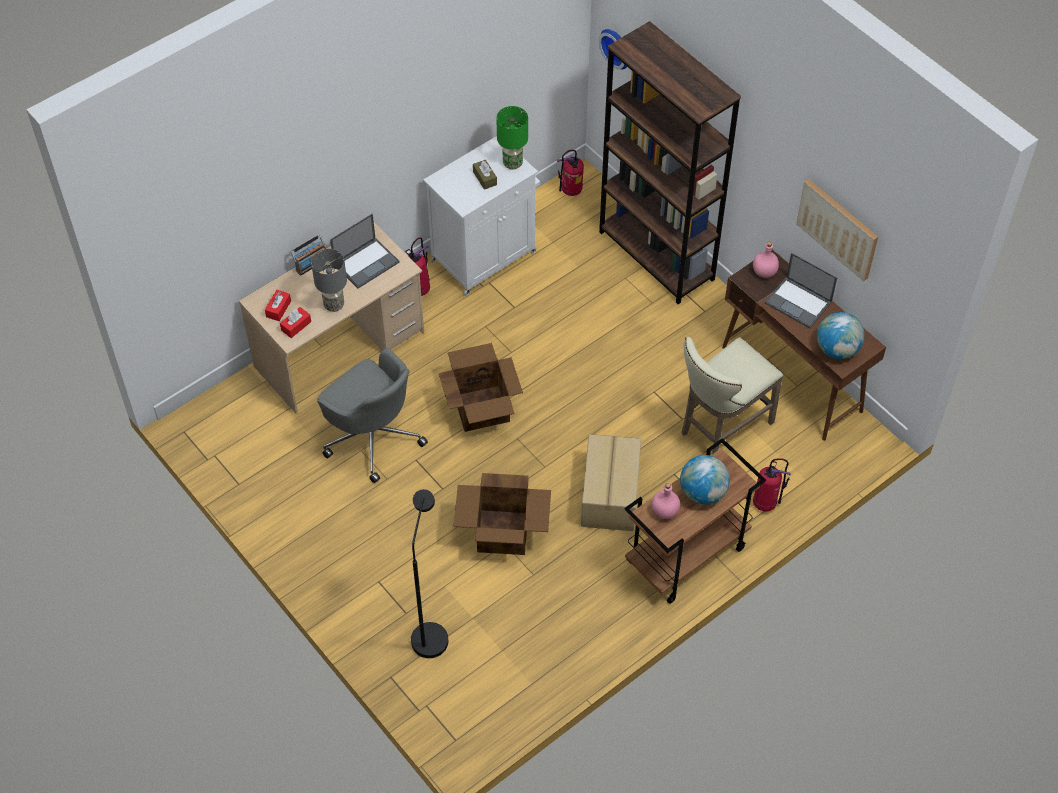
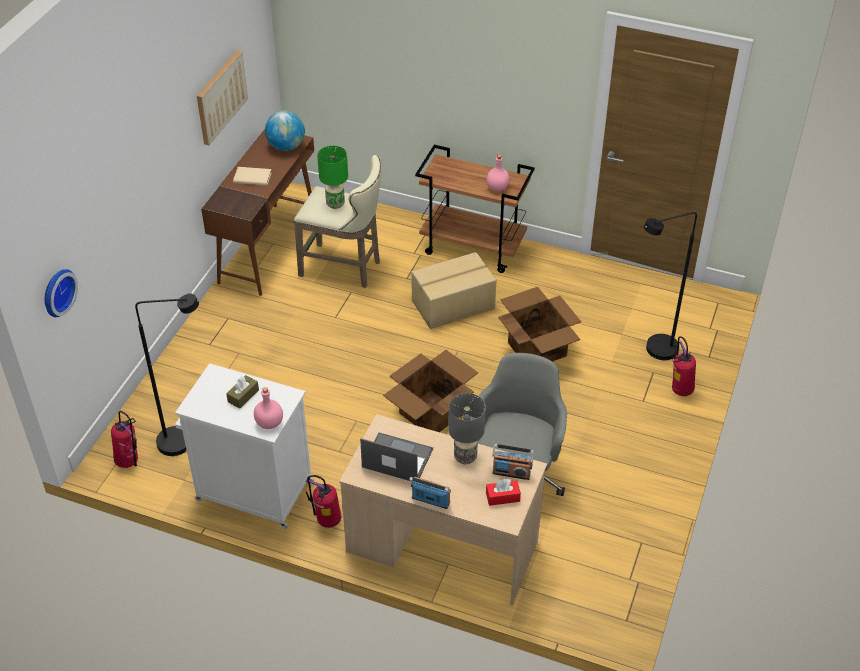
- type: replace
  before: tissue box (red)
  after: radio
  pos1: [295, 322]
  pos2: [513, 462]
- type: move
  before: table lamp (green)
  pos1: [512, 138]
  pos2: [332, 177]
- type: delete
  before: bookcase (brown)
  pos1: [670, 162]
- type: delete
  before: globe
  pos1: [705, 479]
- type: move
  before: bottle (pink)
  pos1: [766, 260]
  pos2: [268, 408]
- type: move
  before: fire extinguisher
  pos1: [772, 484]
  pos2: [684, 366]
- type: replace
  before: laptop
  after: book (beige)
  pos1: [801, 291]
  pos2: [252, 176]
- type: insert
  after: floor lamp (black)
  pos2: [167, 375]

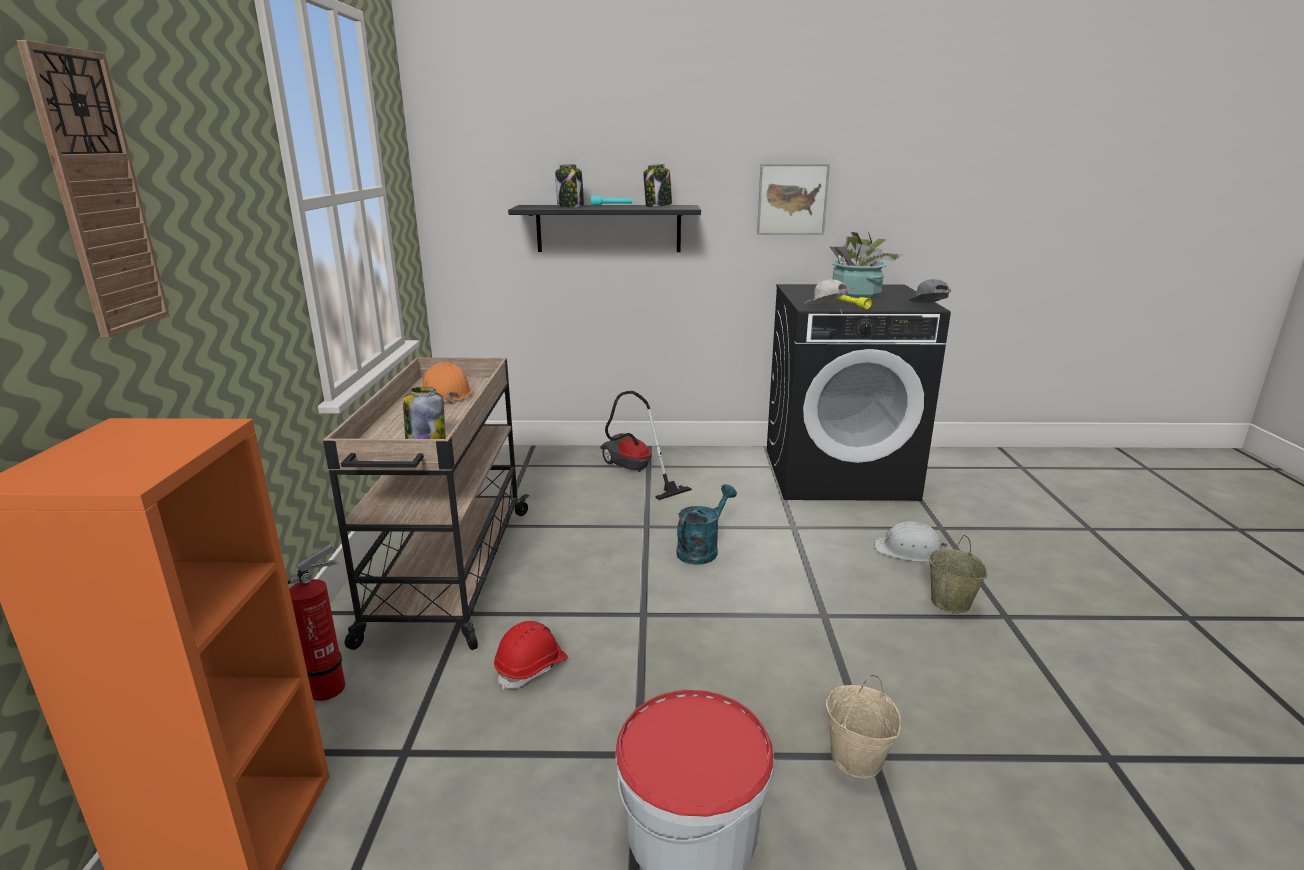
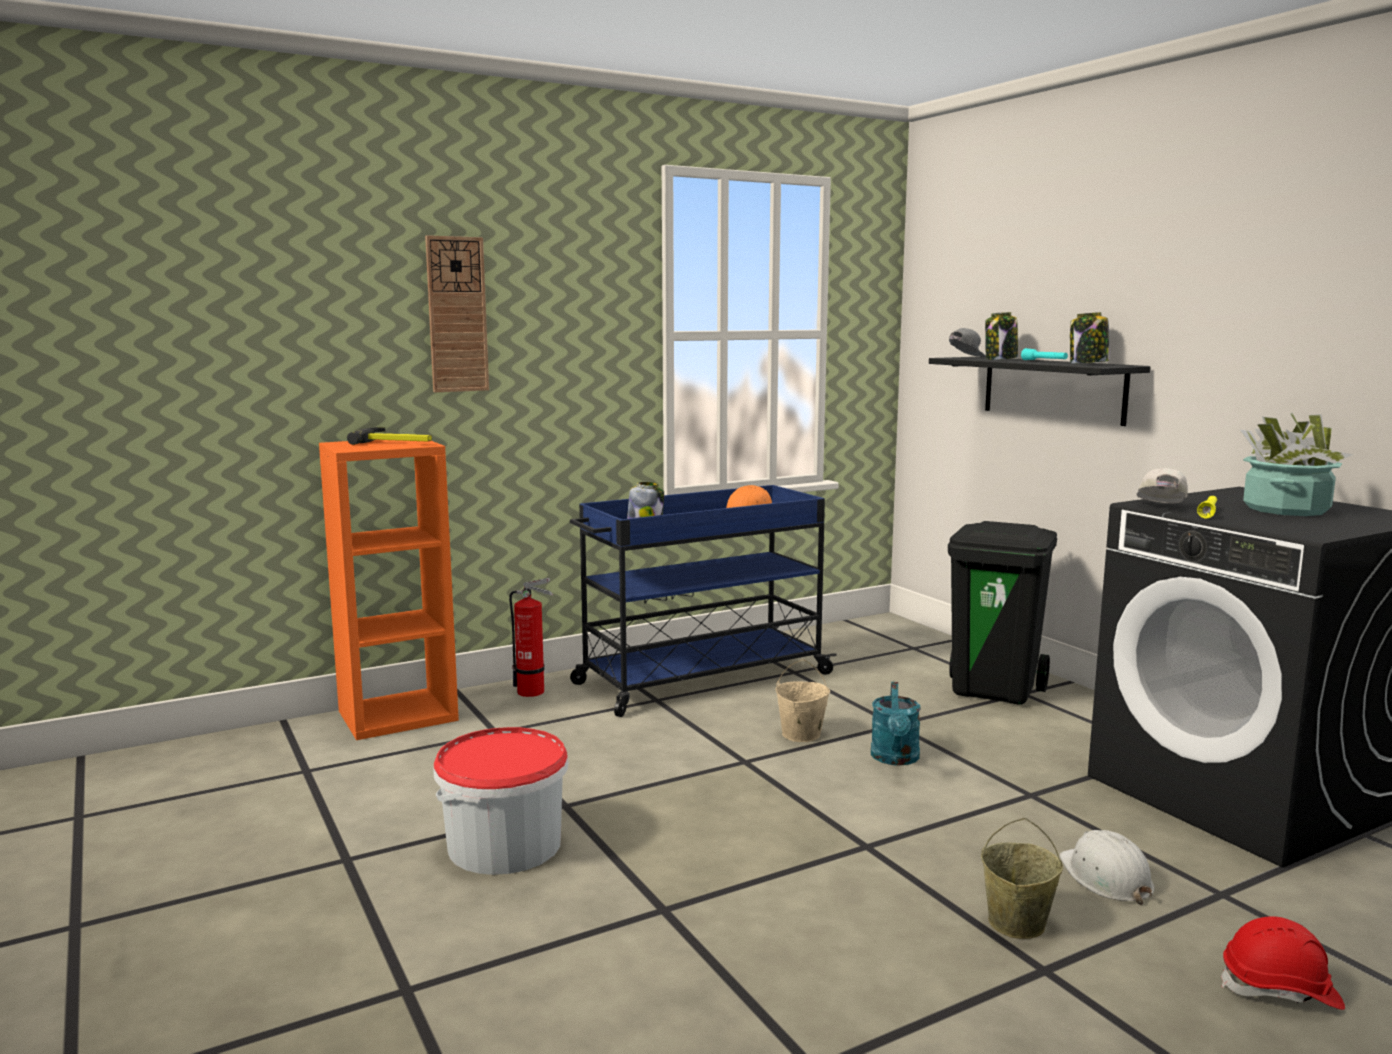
- type: recolor
  before: cart (beige)
  after: cart (blue)
  pos1: [426, 503]
  pos2: [703, 601]
- type: move
  before: hard hat (red)
  pos1: [531, 655]
  pos2: [1283, 963]
- type: replace
  before: vacuum cleaner
  after: trash can (black)
  pos1: [646, 445]
  pos2: [1002, 613]
- type: rotate
  before: watering can (turquoise)
  pos1: [706, 524]
  pos2: [896, 724]
  turn: 90
- type: delete
  before: picture
  pos1: [793, 199]
- type: move
  before: bucket (beige)
  pos1: [863, 726]
  pos2: [803, 700]
- type: move
  before: cap (grey)
  pos1: [930, 291]
  pos2: [967, 342]
- type: insert
  after: hammer
  pos2: [389, 436]

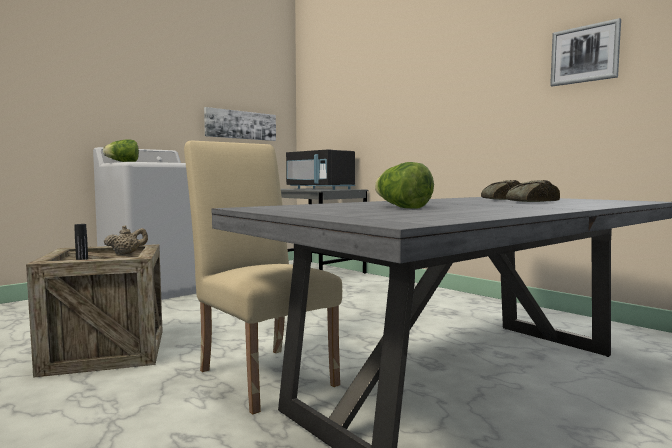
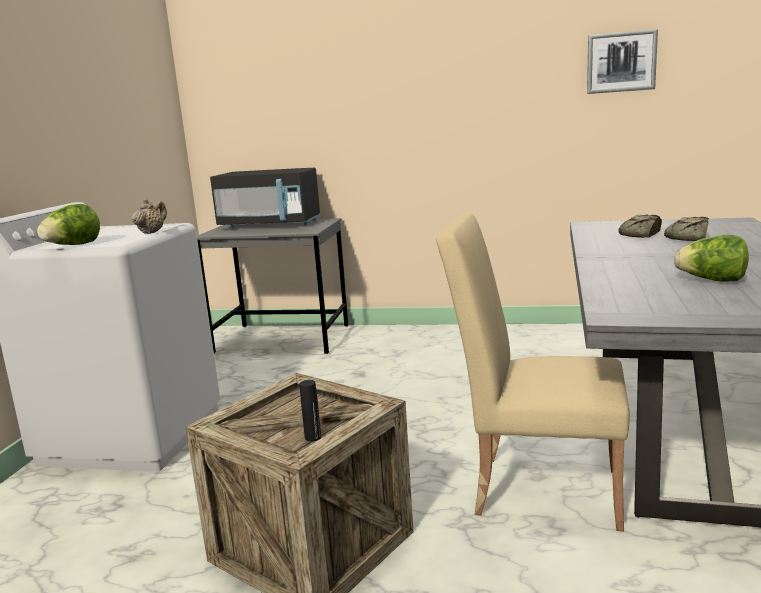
- type: move
  before: teapot (beige)
  pos1: [126, 240]
  pos2: [149, 216]
- type: delete
  before: picture
  pos1: [240, 124]

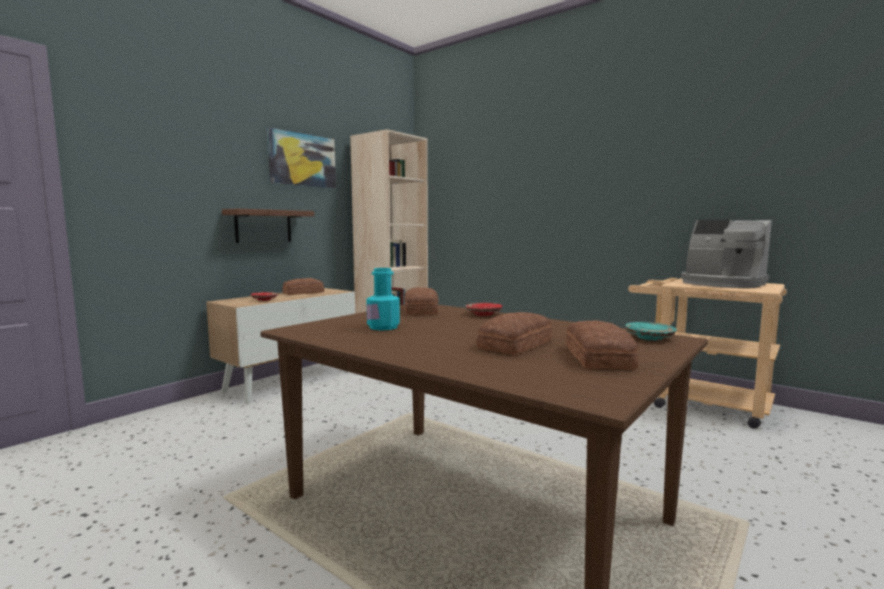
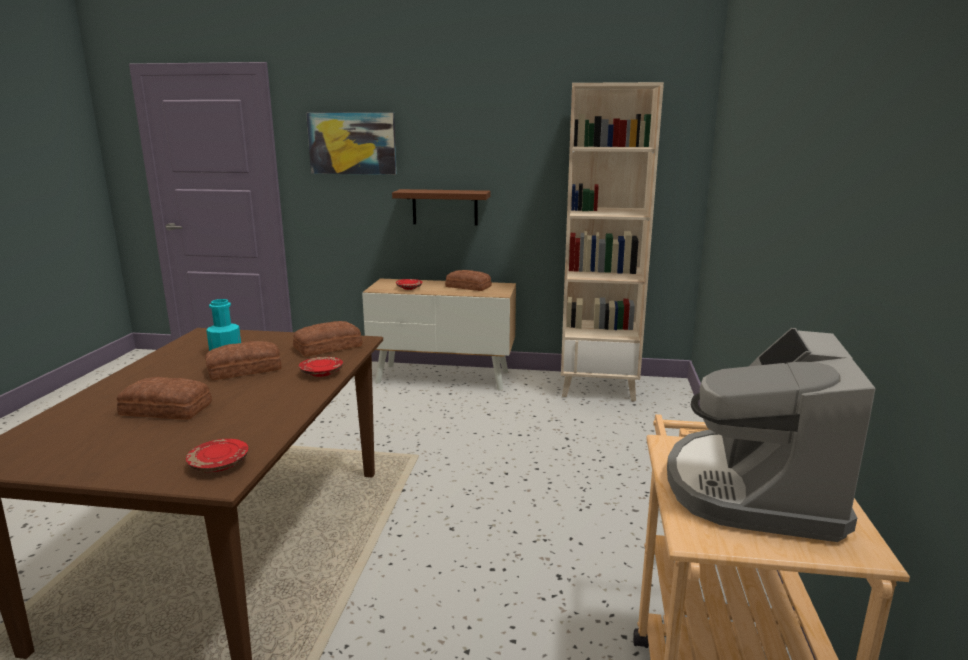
- type: move
  before: picture
  pos1: [301, 157]
  pos2: [351, 144]
- type: move
  before: bread
  pos1: [602, 345]
  pos2: [243, 360]
- type: recolor
  before: plate (turquoise)
  after: plate (red)
  pos1: [651, 331]
  pos2: [217, 455]

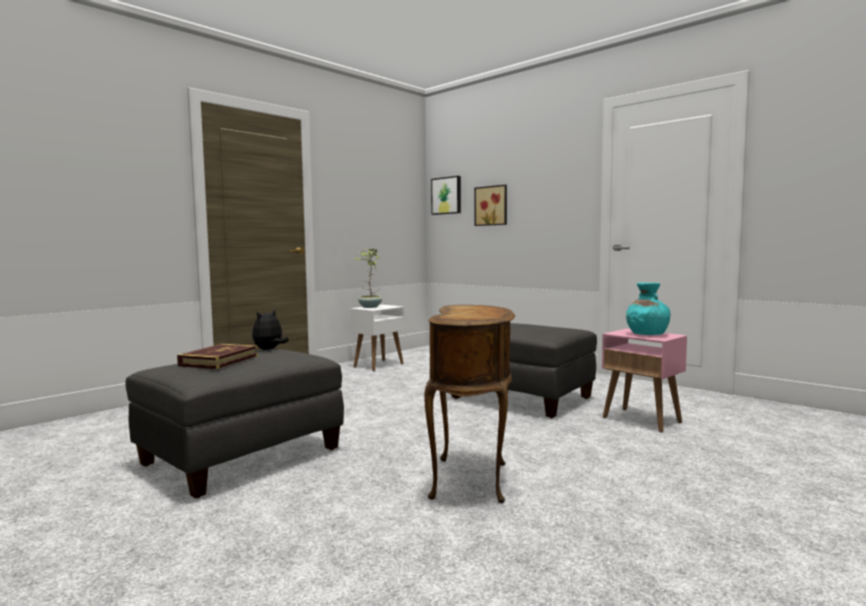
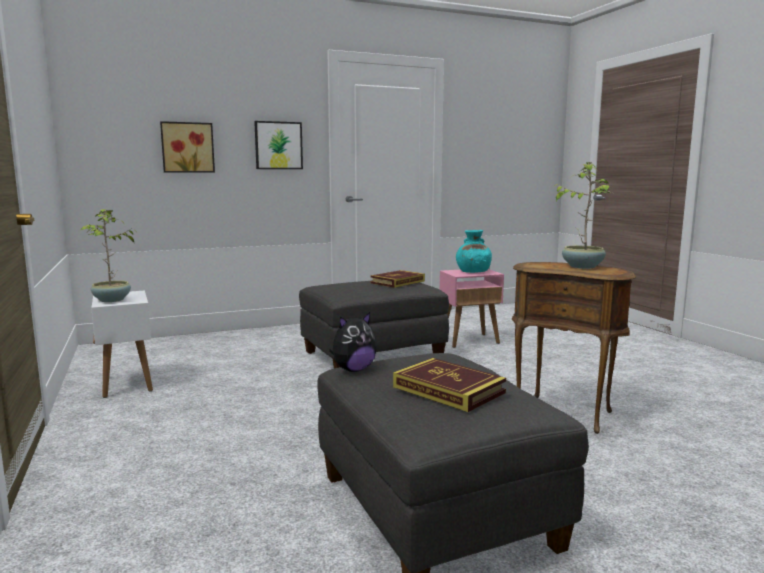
- type: rotate
  before: plush toy
  pos1: [270, 329]
  pos2: [353, 342]
  turn: -90
- type: move
  before: picture
  pos1: [446, 195]
  pos2: [278, 145]
- type: insert
  after: book
  pos2: [397, 279]
- type: insert
  after: potted plant
  pos2: [583, 215]

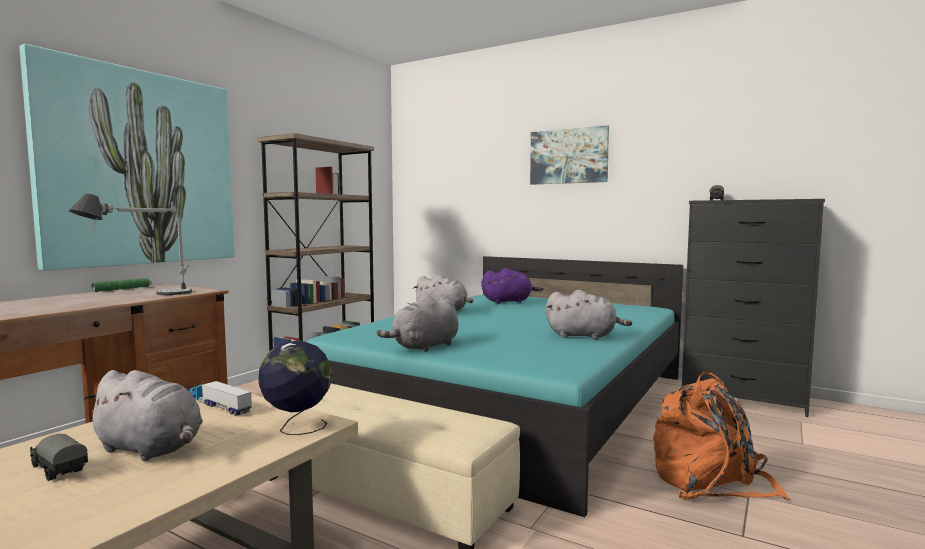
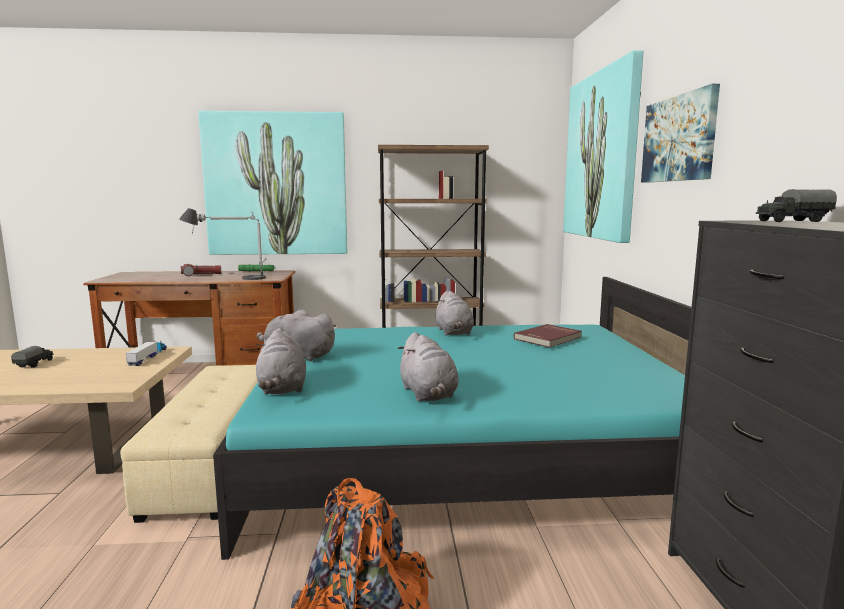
- type: move
  before: plush toy (grey)
  pos1: [143, 415]
  pos2: [281, 361]
- type: delete
  before: globe
  pos1: [295, 387]
- type: replace
  before: plush toy (purple)
  after: book (red)
  pos1: [512, 286]
  pos2: [547, 336]
- type: insert
  after: flashlight
  pos2: [201, 270]
- type: insert
  after: picture
  pos2: [603, 146]

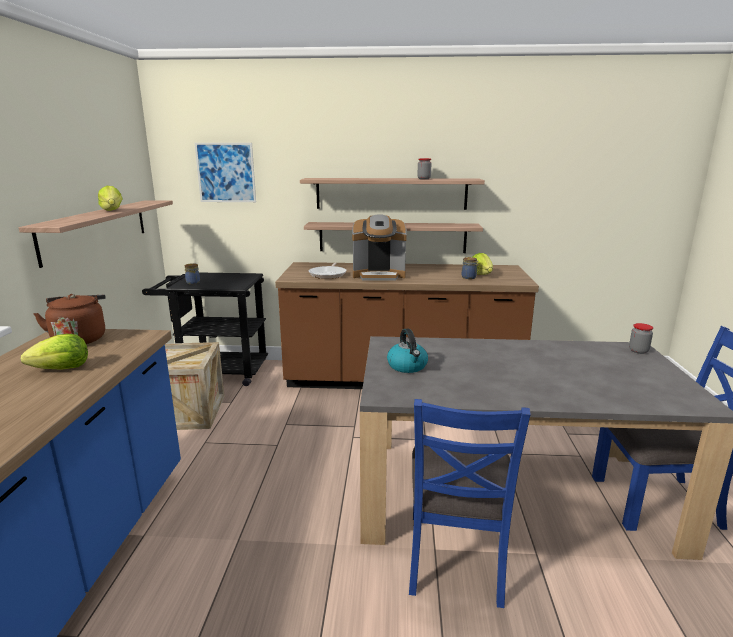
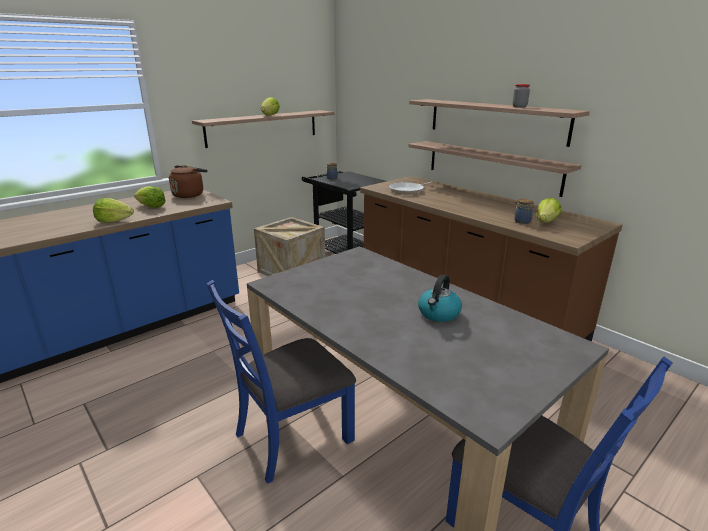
- type: delete
  before: picture
  pos1: [225, 172]
- type: delete
  before: coffee machine
  pos1: [379, 248]
- type: move
  before: kettle
  pos1: [407, 351]
  pos2: [440, 298]
- type: delete
  before: jar
  pos1: [641, 338]
- type: insert
  after: lettuce
  pos2: [113, 210]

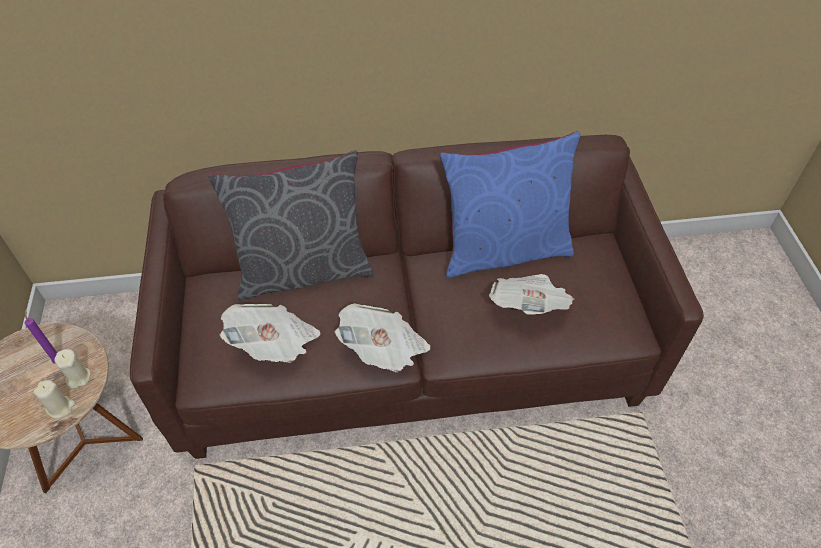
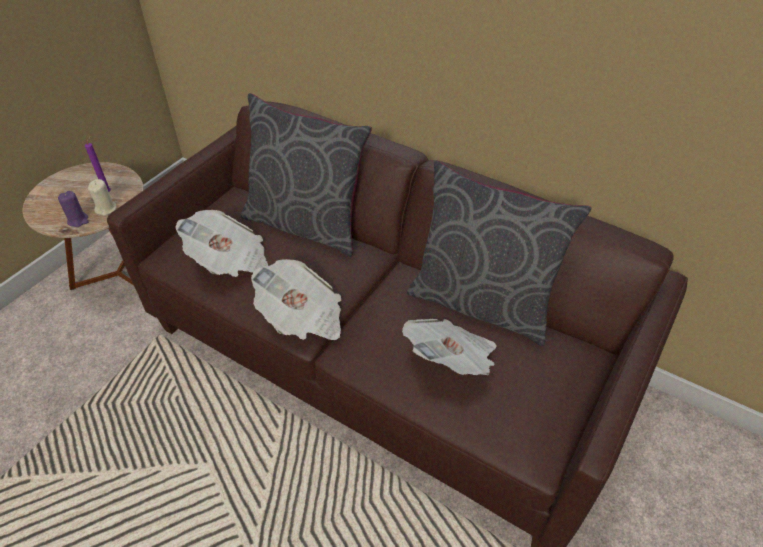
- type: recolor
  before: candle (beige)
  after: candle (purple)
  pos1: [54, 399]
  pos2: [73, 209]
- type: recolor
  before: pillow (blue)
  after: pillow (grey)
  pos1: [510, 204]
  pos2: [499, 253]

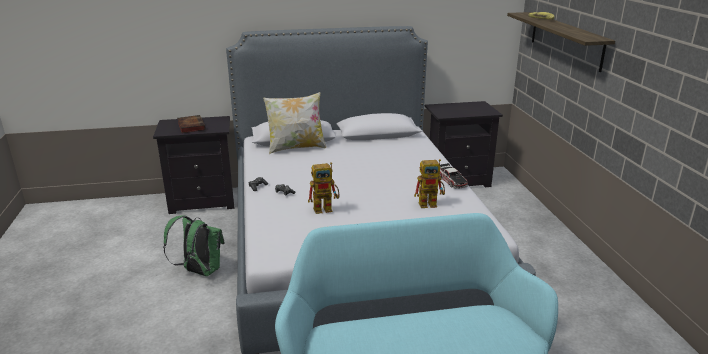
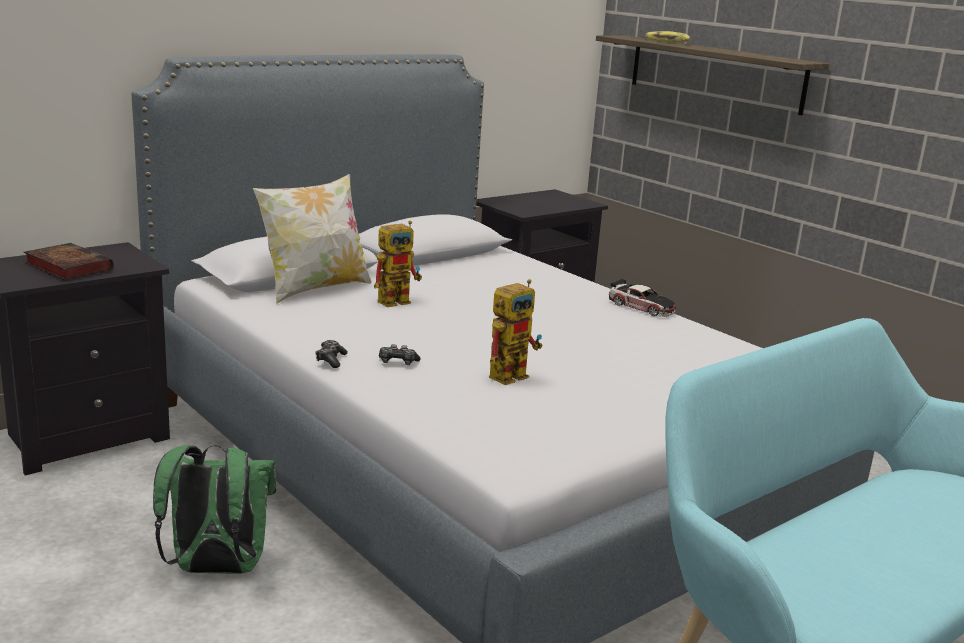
- type: move
  before: toy robot
  pos1: [429, 183]
  pos2: [398, 264]

